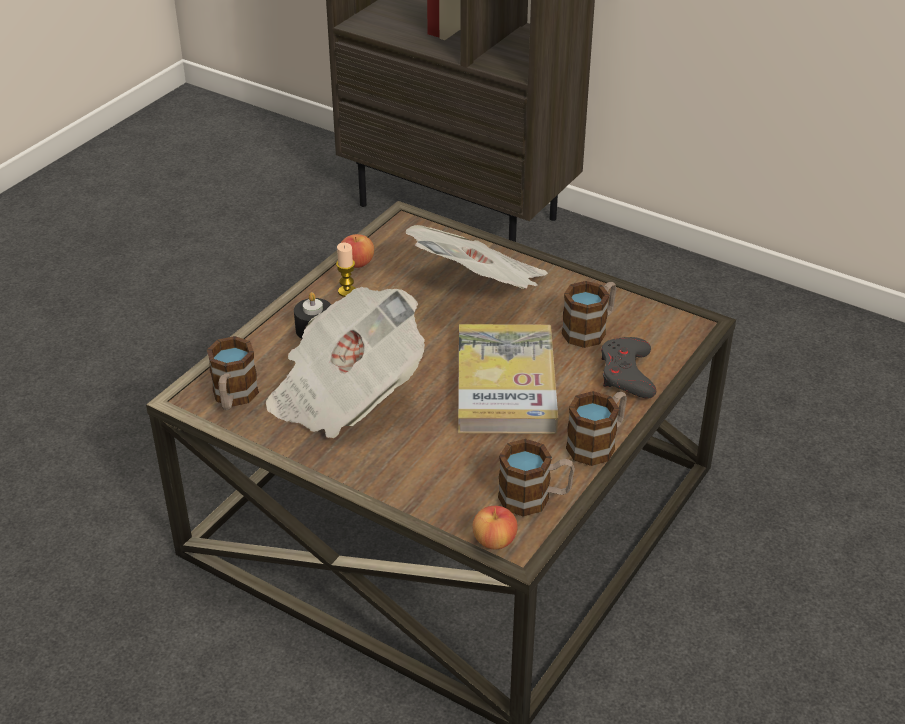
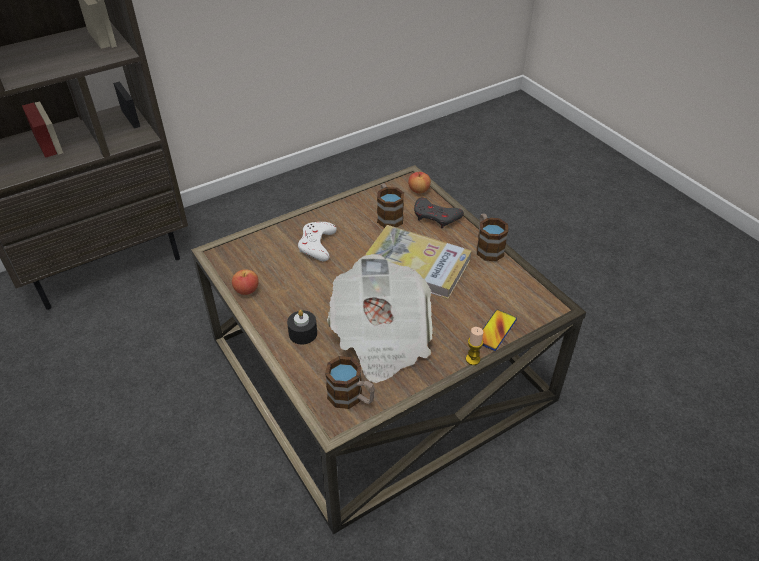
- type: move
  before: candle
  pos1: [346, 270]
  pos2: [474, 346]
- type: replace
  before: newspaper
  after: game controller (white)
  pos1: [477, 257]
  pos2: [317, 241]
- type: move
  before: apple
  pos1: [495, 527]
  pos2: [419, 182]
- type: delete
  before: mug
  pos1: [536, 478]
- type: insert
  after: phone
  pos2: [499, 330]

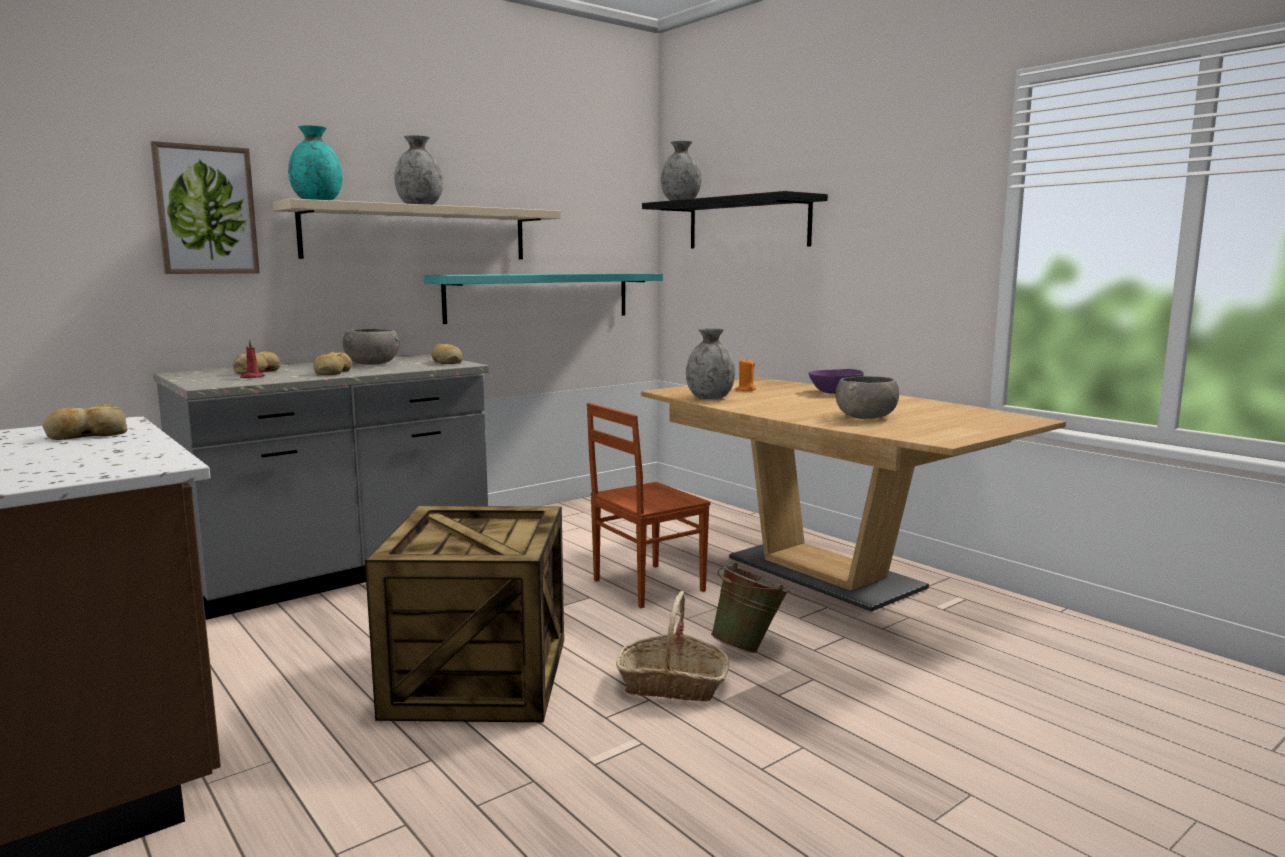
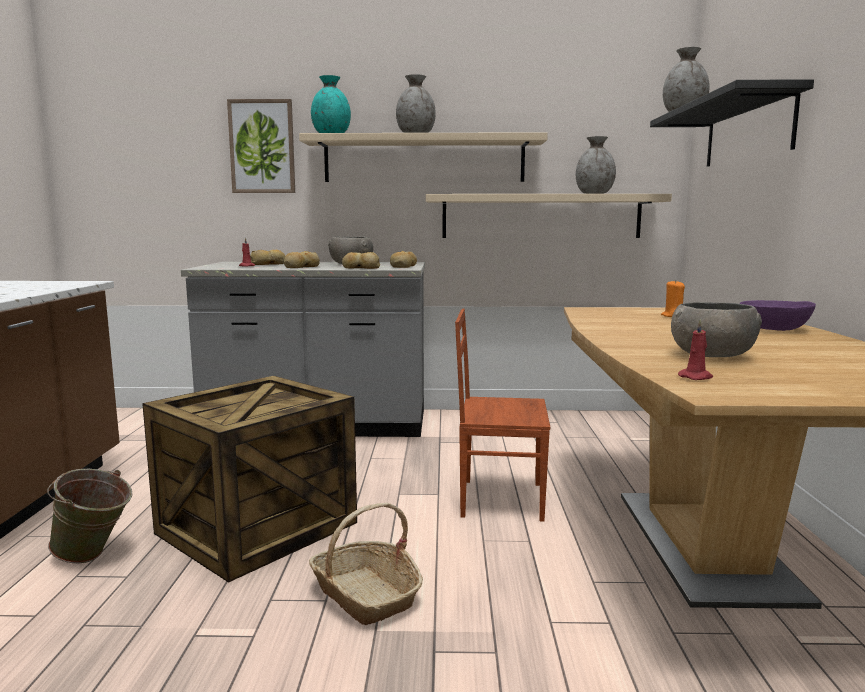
- type: move
  before: bread
  pos1: [84, 422]
  pos2: [361, 260]
- type: recolor
  before: shelf (turquoise)
  after: shelf (beige)
  pos1: [543, 298]
  pos2: [549, 216]
- type: move
  before: vase (grey)
  pos1: [710, 363]
  pos2: [596, 165]
- type: move
  before: bucket (green)
  pos1: [750, 608]
  pos2: [90, 516]
- type: insert
  after: candle (red)
  pos2: [695, 349]

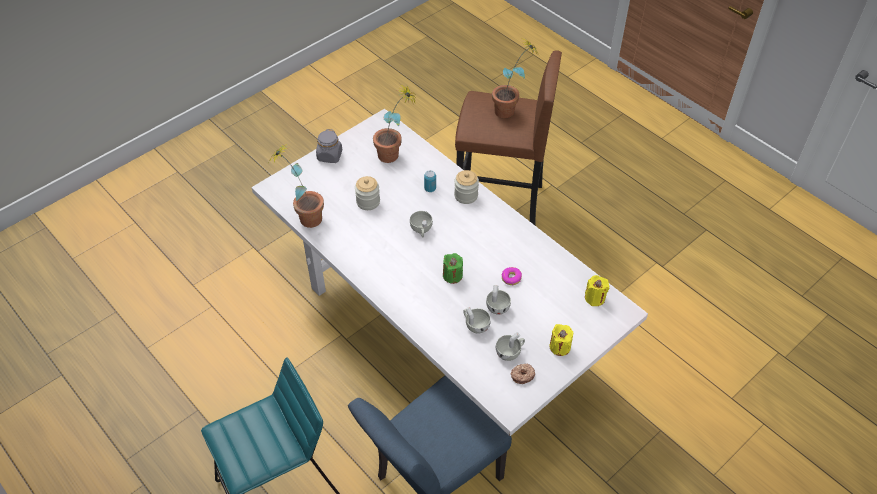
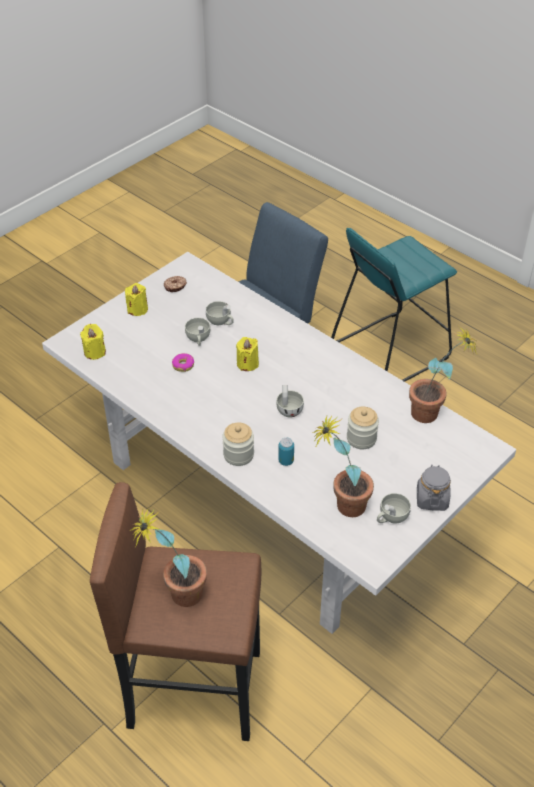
- type: recolor
  before: candle (green)
  after: candle (yellow)
  pos1: [453, 268]
  pos2: [247, 354]
- type: move
  before: cup (white)
  pos1: [510, 346]
  pos2: [394, 508]

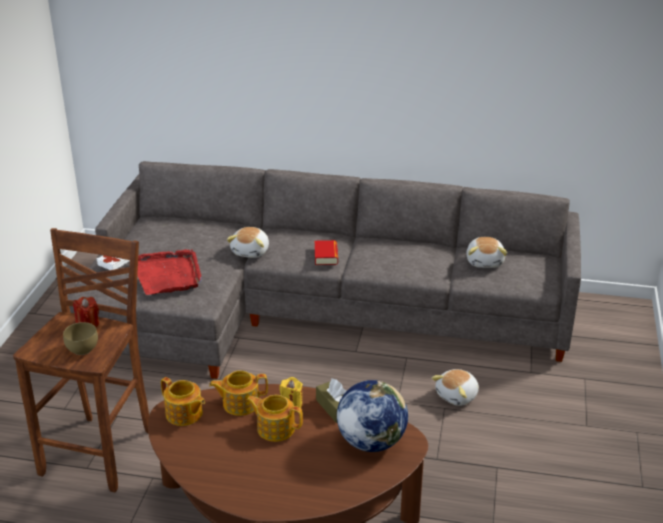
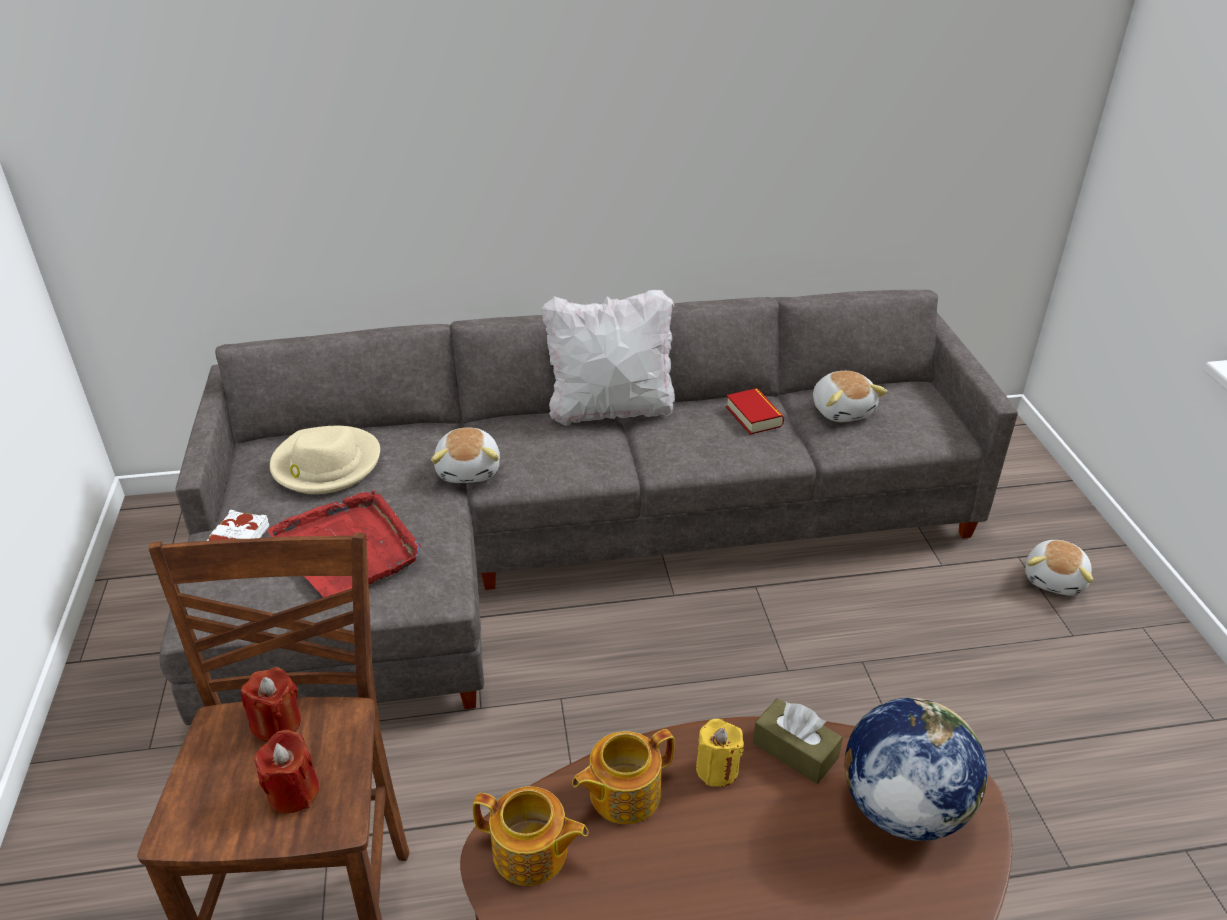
- type: replace
  before: bowl (brown)
  after: candle (red)
  pos1: [80, 338]
  pos2: [286, 772]
- type: delete
  before: teapot
  pos1: [274, 418]
- type: move
  before: book
  pos1: [326, 252]
  pos2: [755, 411]
- type: move
  before: plush toy
  pos1: [455, 387]
  pos2: [1059, 568]
- type: insert
  after: hat (beige)
  pos2: [325, 460]
- type: insert
  after: pillow (white)
  pos2: [608, 357]

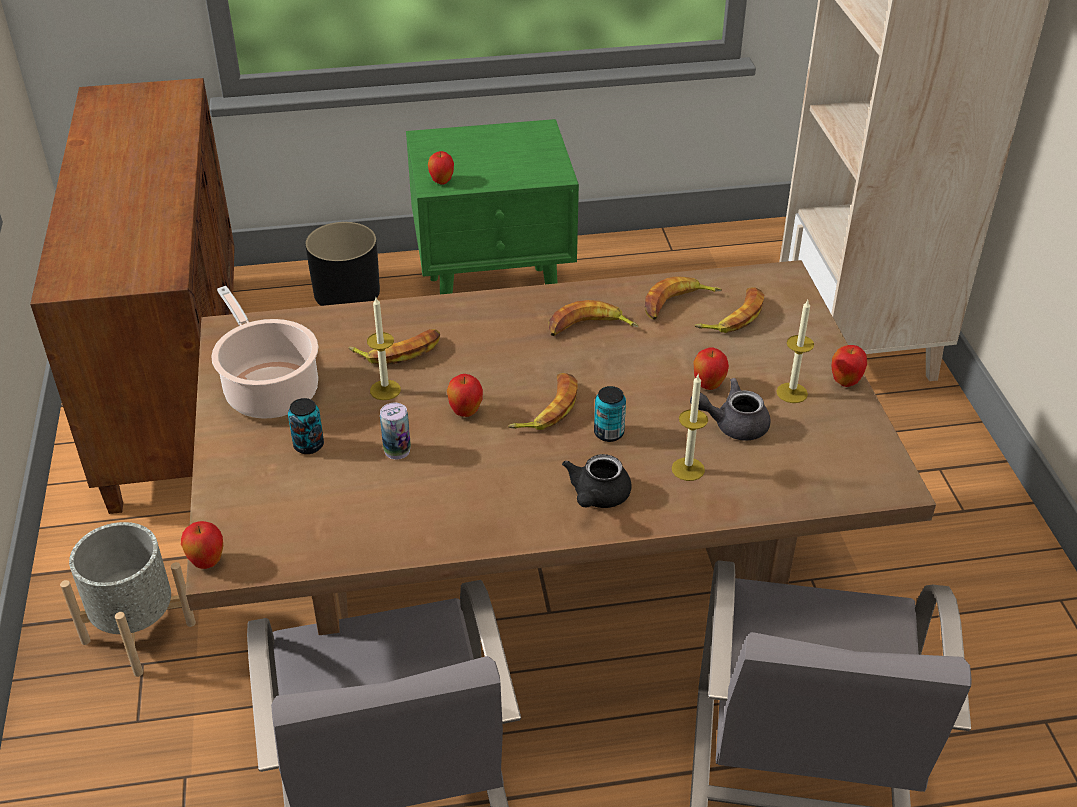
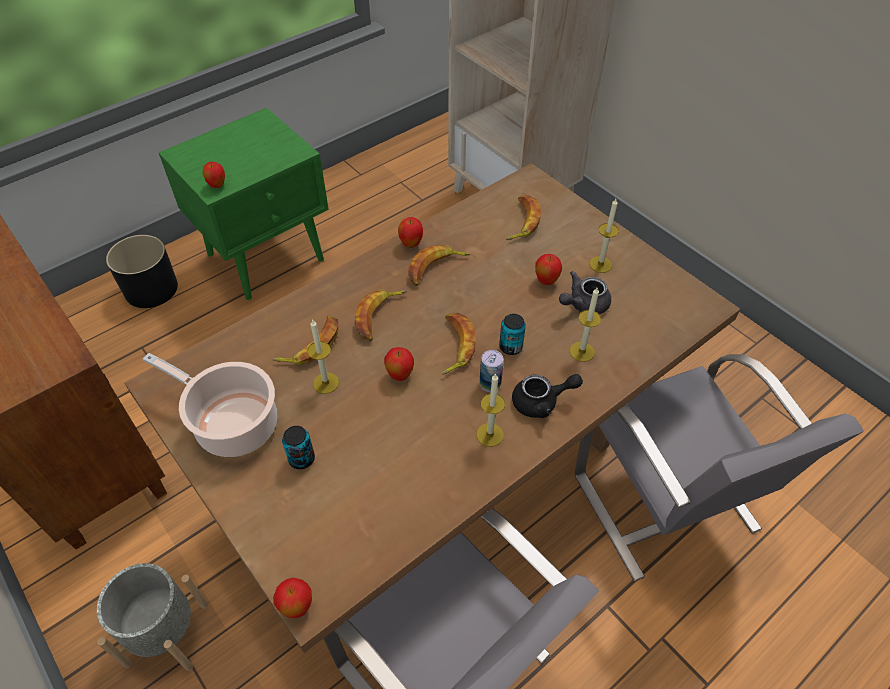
- type: move
  before: can
  pos1: [395, 431]
  pos2: [492, 371]
- type: rotate
  before: teapot (black)
  pos1: [597, 481]
  pos2: [547, 396]
  turn: -90
- type: move
  before: banana
  pos1: [683, 298]
  pos2: [381, 315]
- type: move
  before: apple
  pos1: [849, 366]
  pos2: [410, 232]
- type: insert
  after: candle
  pos2: [490, 410]

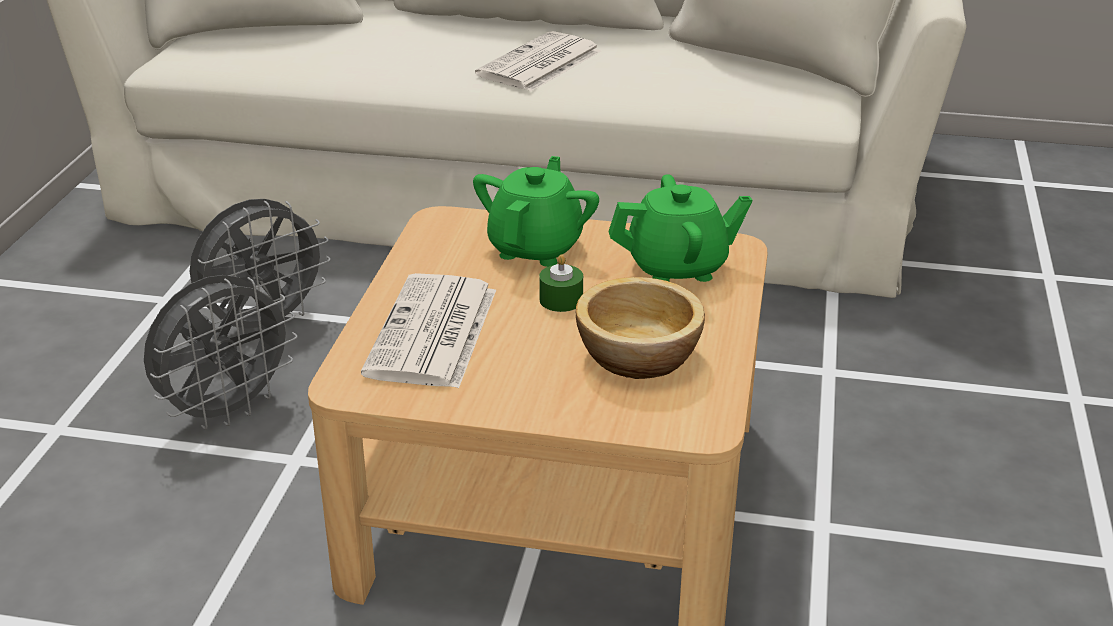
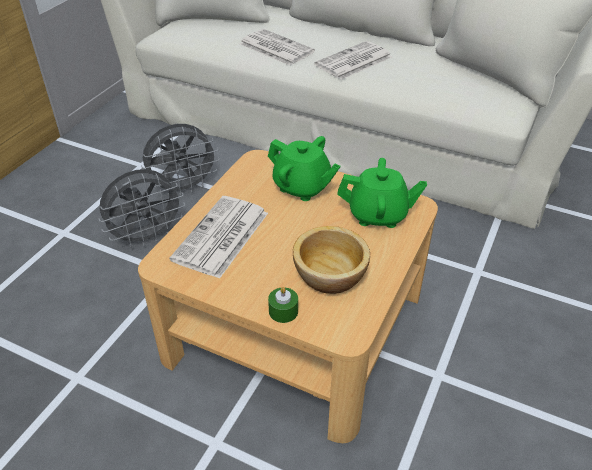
- type: rotate
  before: teapot (green)
  pos1: [536, 211]
  pos2: [304, 168]
  turn: 90
- type: move
  before: candle (green)
  pos1: [561, 283]
  pos2: [283, 305]
- type: insert
  after: newspaper
  pos2: [277, 47]

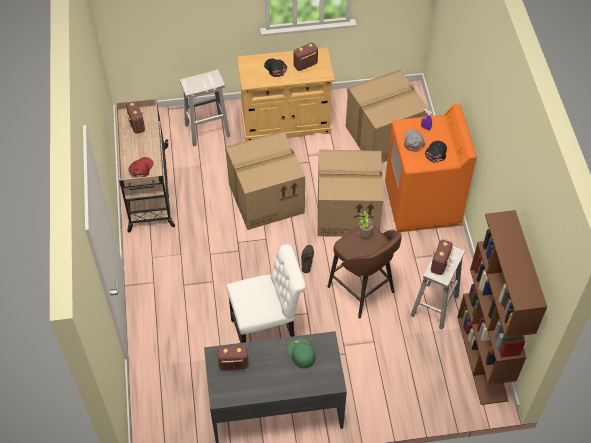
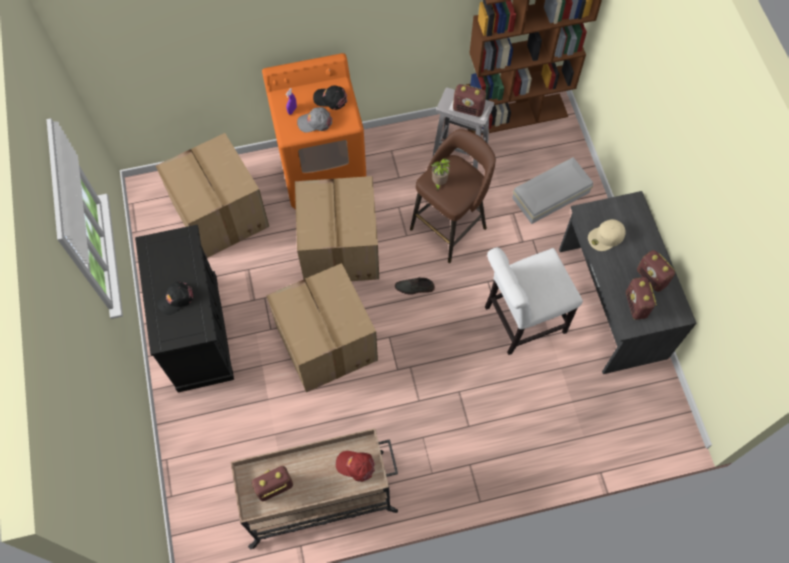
- type: delete
  before: stool (white)
  pos1: [205, 108]
- type: rotate
  before: chair (white)
  pos1: [266, 293]
  pos2: [534, 301]
  turn: -90
- type: recolor
  before: cabinet (beige)
  after: cabinet (black)
  pos1: [286, 94]
  pos2: [184, 308]
- type: recolor
  before: cap (green)
  after: cap (beige)
  pos1: [301, 353]
  pos2: [607, 235]
- type: move
  before: radio
  pos1: [305, 57]
  pos2: [656, 271]
- type: insert
  after: storage box (white)
  pos2: [553, 190]

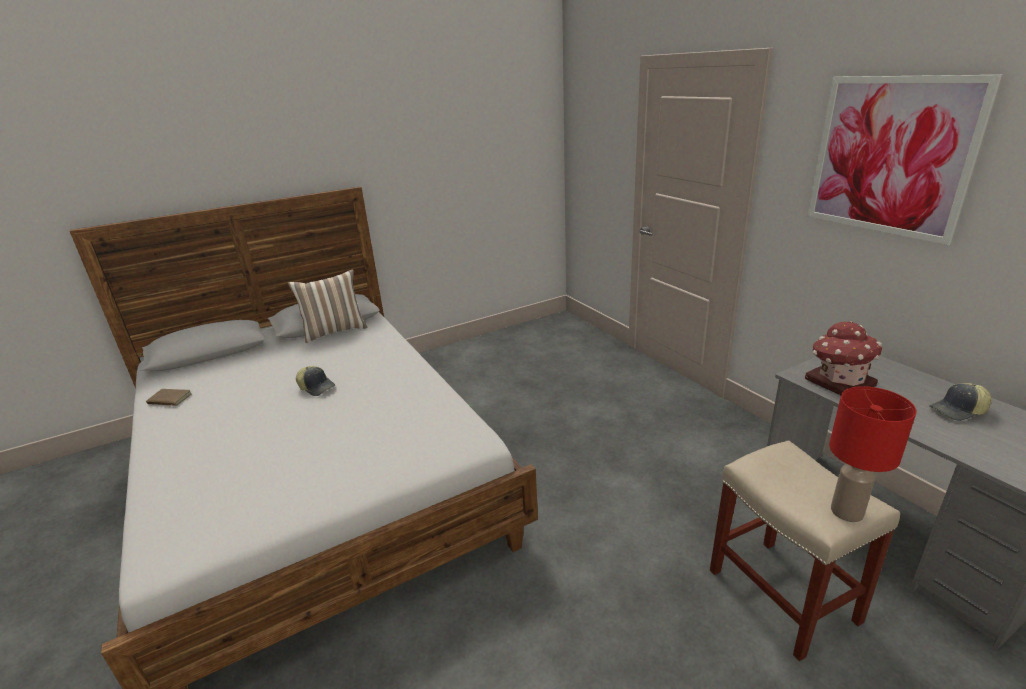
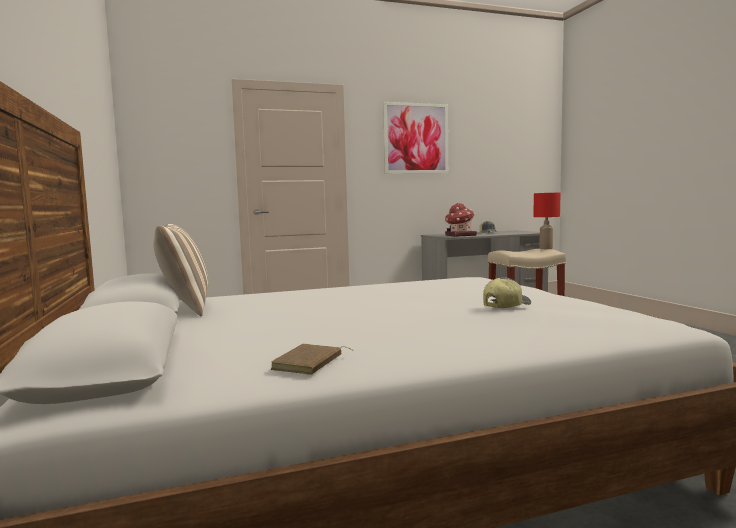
- type: move
  before: cap
  pos1: [315, 381]
  pos2: [507, 292]

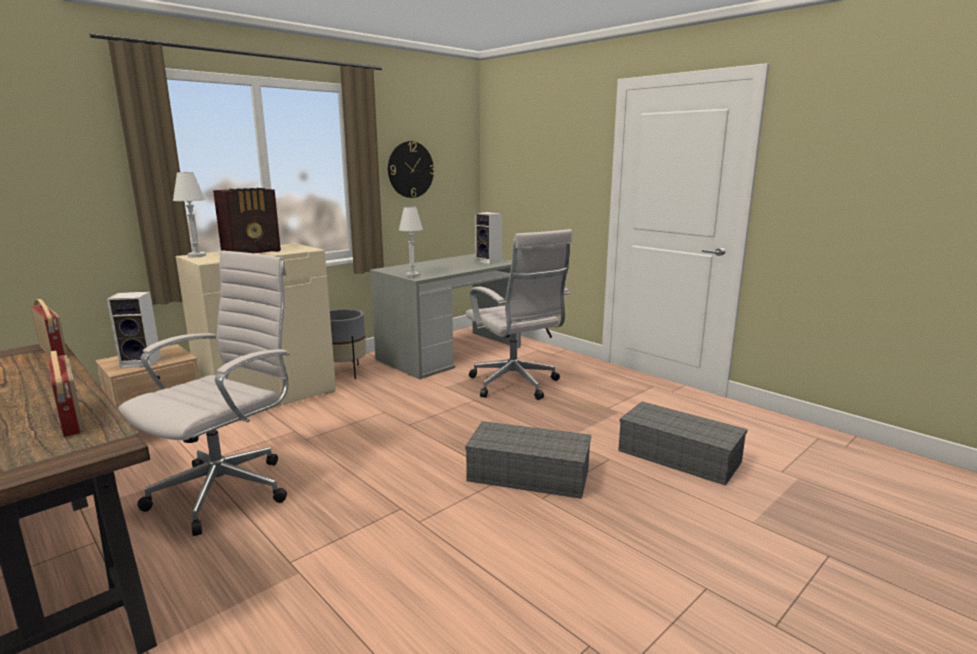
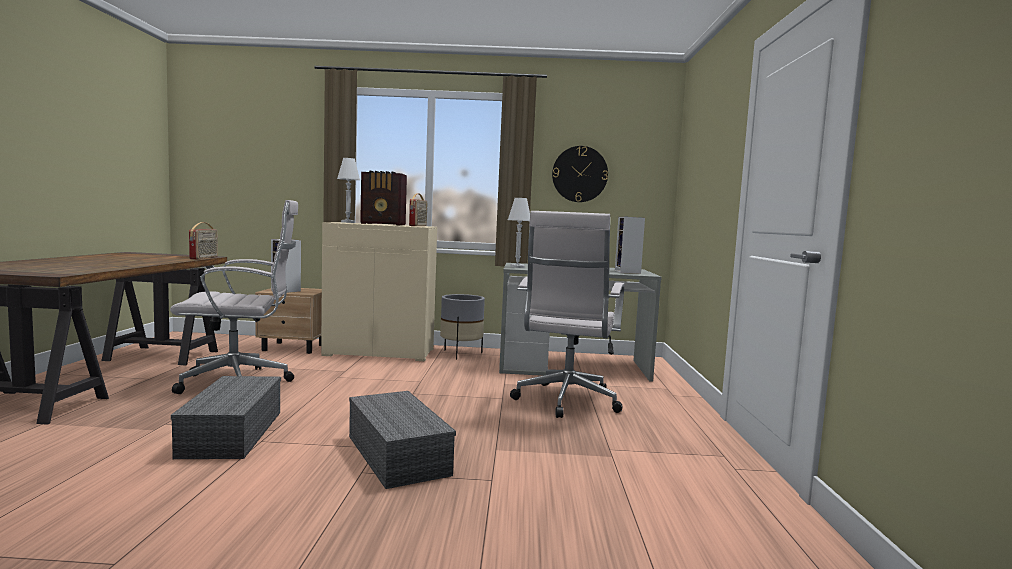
- type: move
  before: radio
  pos1: [66, 394]
  pos2: [418, 209]
- type: move
  before: storage box (grey)
  pos1: [682, 444]
  pos2: [226, 417]

